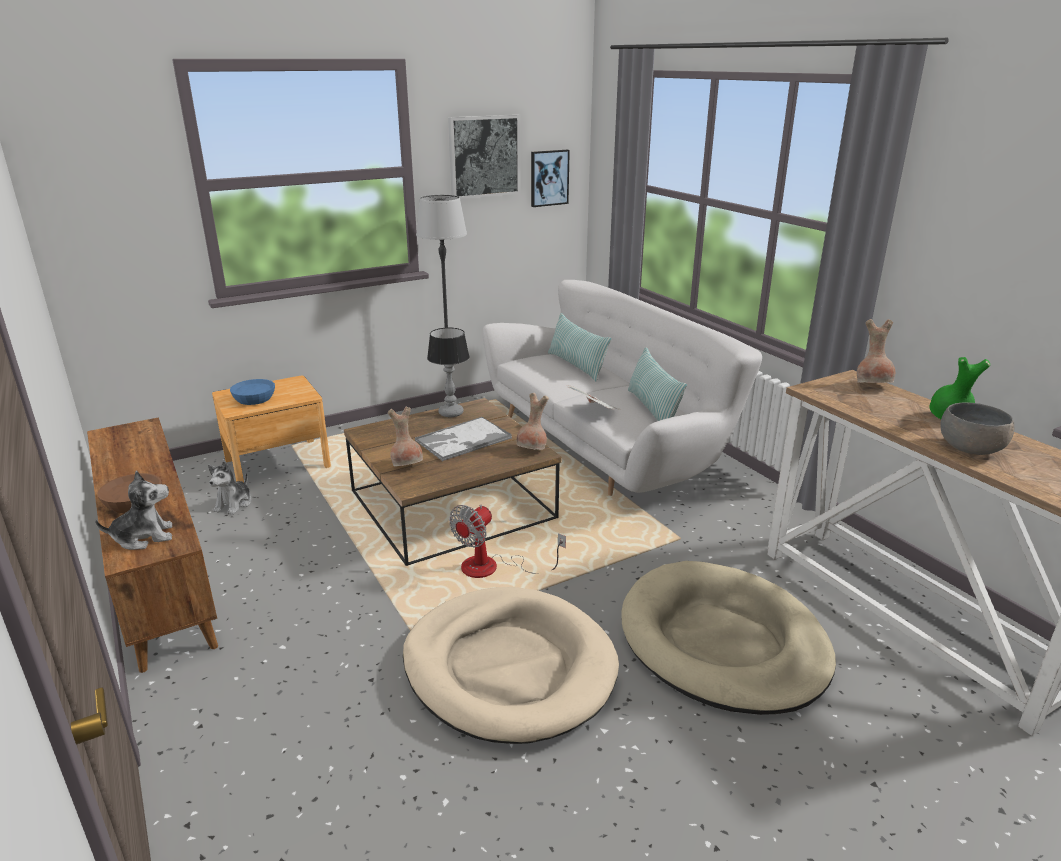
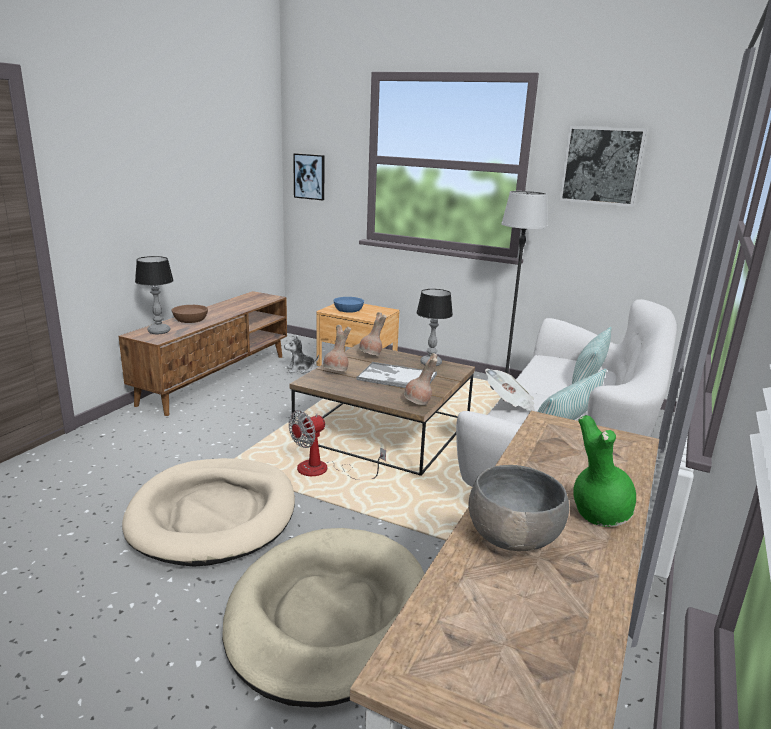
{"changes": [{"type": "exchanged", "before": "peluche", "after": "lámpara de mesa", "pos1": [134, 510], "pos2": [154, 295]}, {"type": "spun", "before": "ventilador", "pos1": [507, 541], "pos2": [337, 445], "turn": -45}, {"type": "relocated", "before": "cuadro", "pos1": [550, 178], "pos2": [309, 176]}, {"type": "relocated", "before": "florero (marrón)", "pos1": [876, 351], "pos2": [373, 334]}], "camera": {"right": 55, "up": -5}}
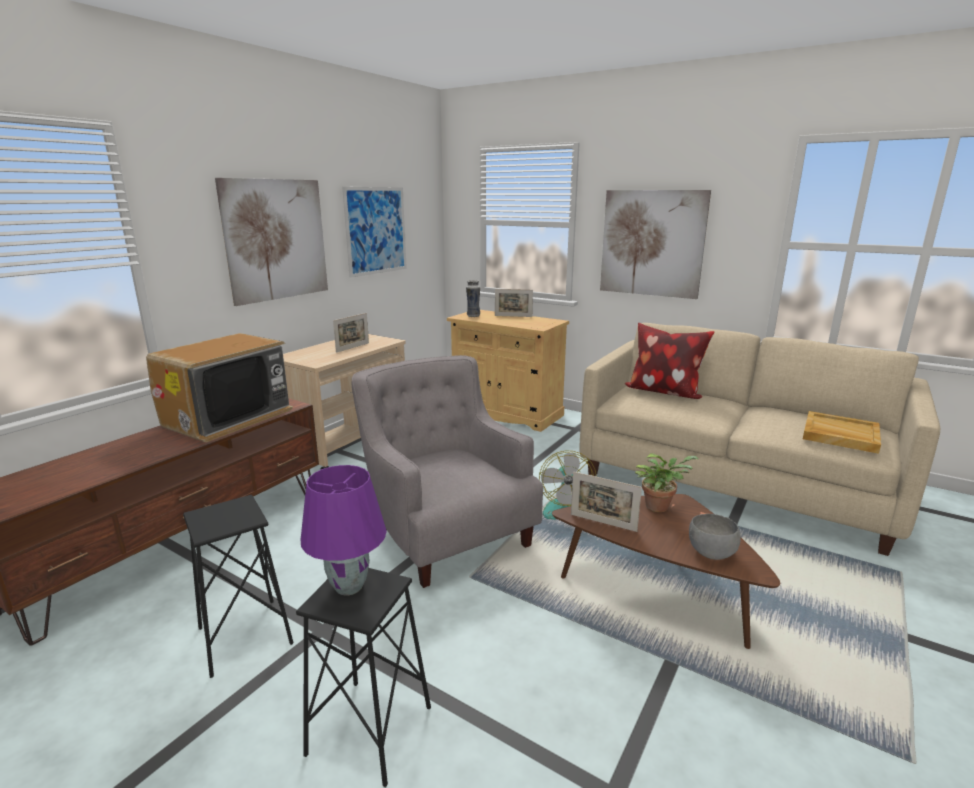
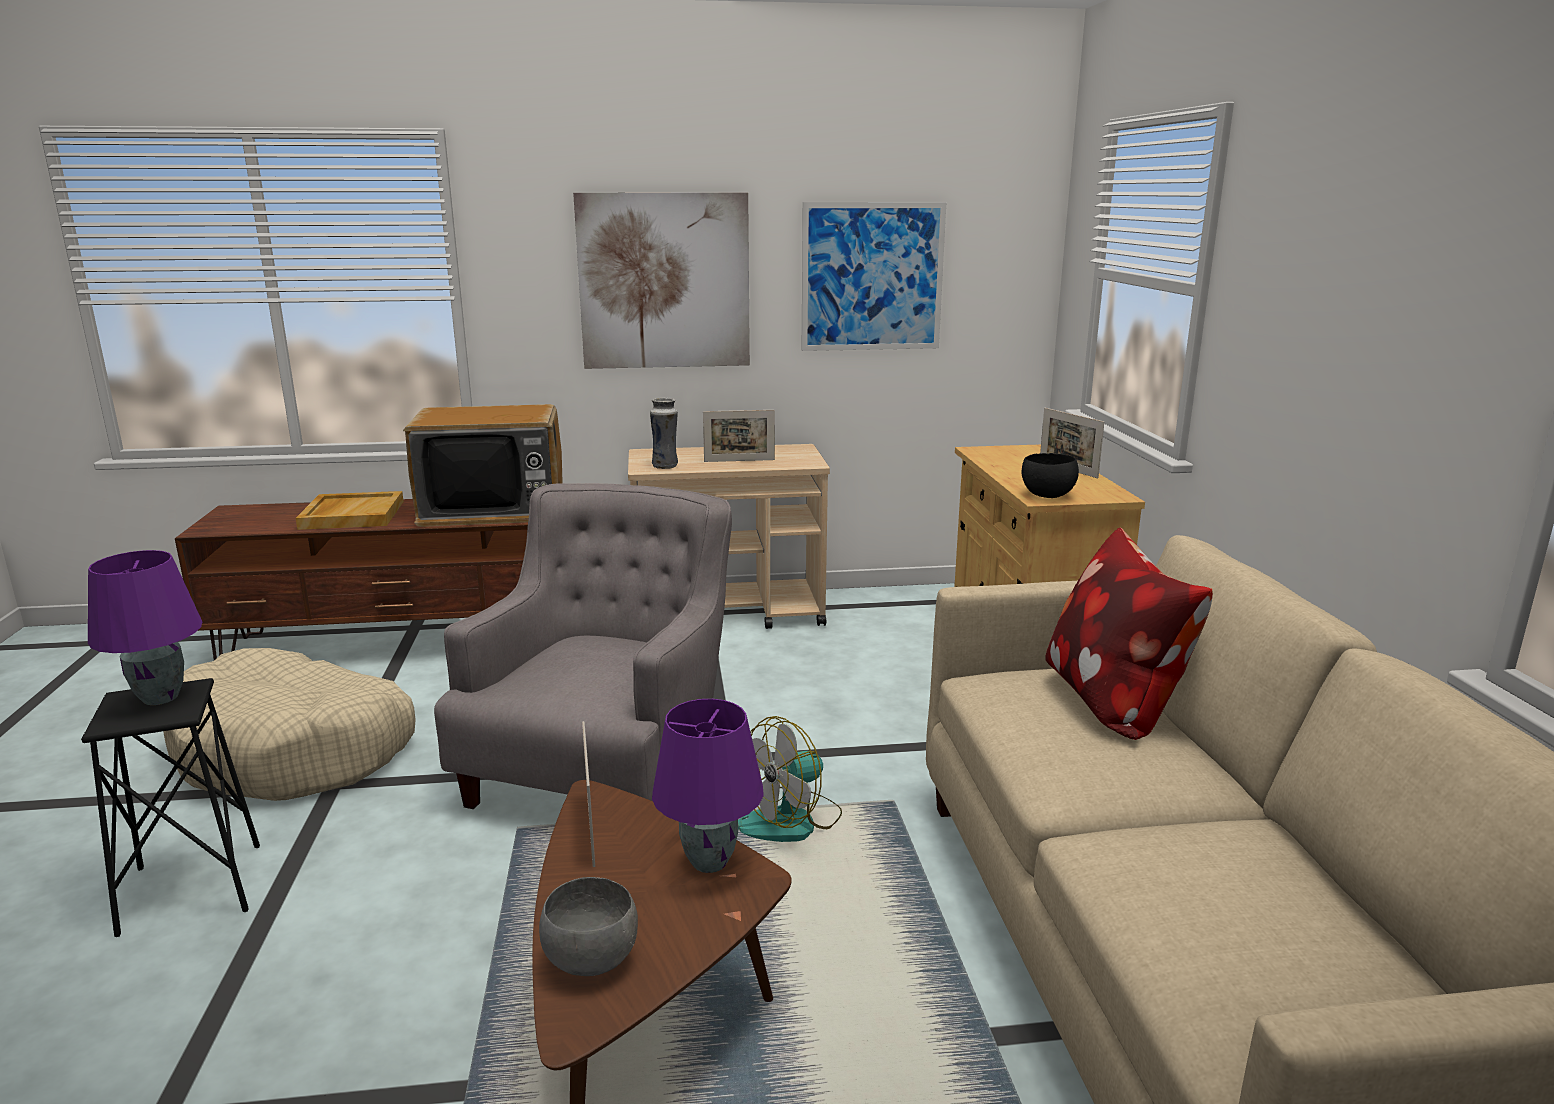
{"changes": [{"type": "exchanged", "before": "taburete (negro)", "after": "cama para perro (beis)", "pos1": [238, 586], "pos2": [289, 724]}, {"type": "relocated", "before": "bandeja (beis)", "pos1": [842, 432], "pos2": [350, 510]}, {"type": "relocated", "before": "florero", "pos1": [473, 298], "pos2": [664, 433]}, {"type": "exchanged", "before": "planta en maceta", "after": "lámpara de mesa (morado)", "pos1": [667, 482], "pos2": [708, 786]}, {"type": "appeared", "after": "cuenco (negro)", "pos2": [1050, 475]}, {"type": "missing", "before": "cuadro", "pos1": [655, 244]}], "camera": {"right": 50, "up": 0}}
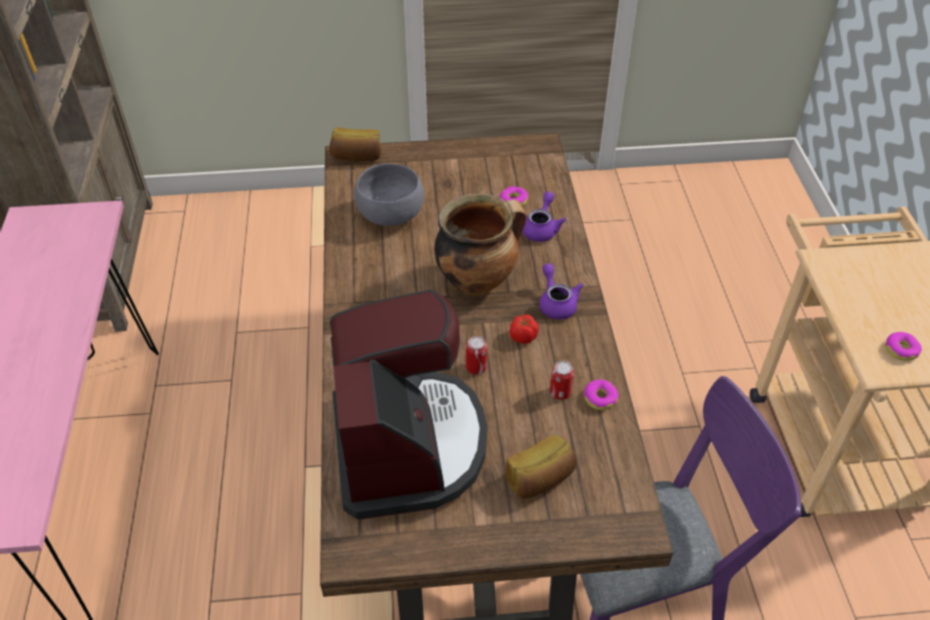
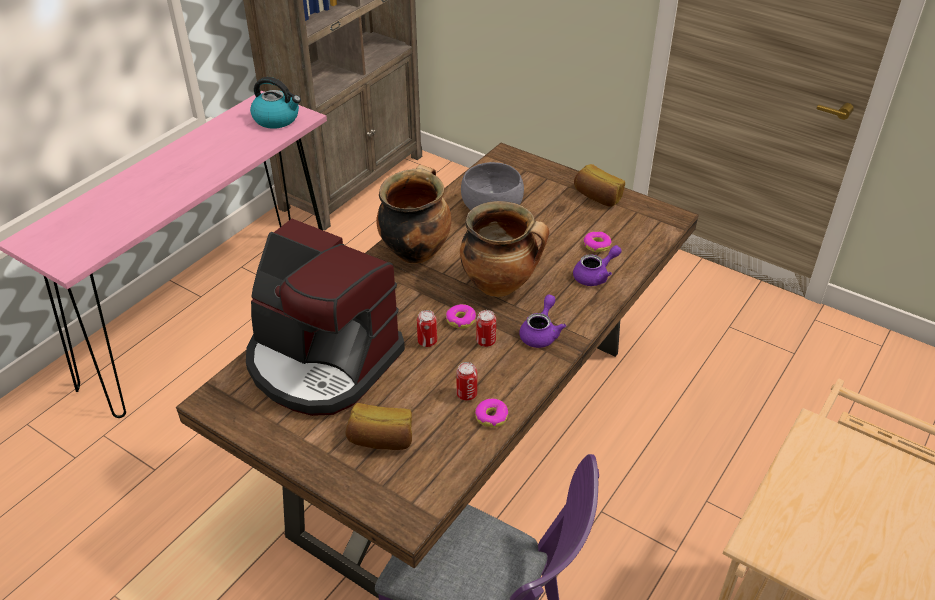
{"changes": [{"type": "spun", "before": "cafetera", "pos1": [408, 405], "pos2": [325, 317], "turn": 90}, {"type": "appeared", "after": "hervidor", "pos2": [275, 103]}, {"type": "appeared", "after": "olla", "pos2": [414, 214]}, {"type": "relocated", "before": "rosquilla", "pos1": [903, 346], "pos2": [461, 316]}, {"type": "exchanged", "before": "tomate", "after": "lata", "pos1": [524, 329], "pos2": [486, 328]}, {"type": "relocated", "before": "pan", "pos1": [355, 144], "pos2": [599, 185]}], "camera": {"right": 40, "up": -5}}
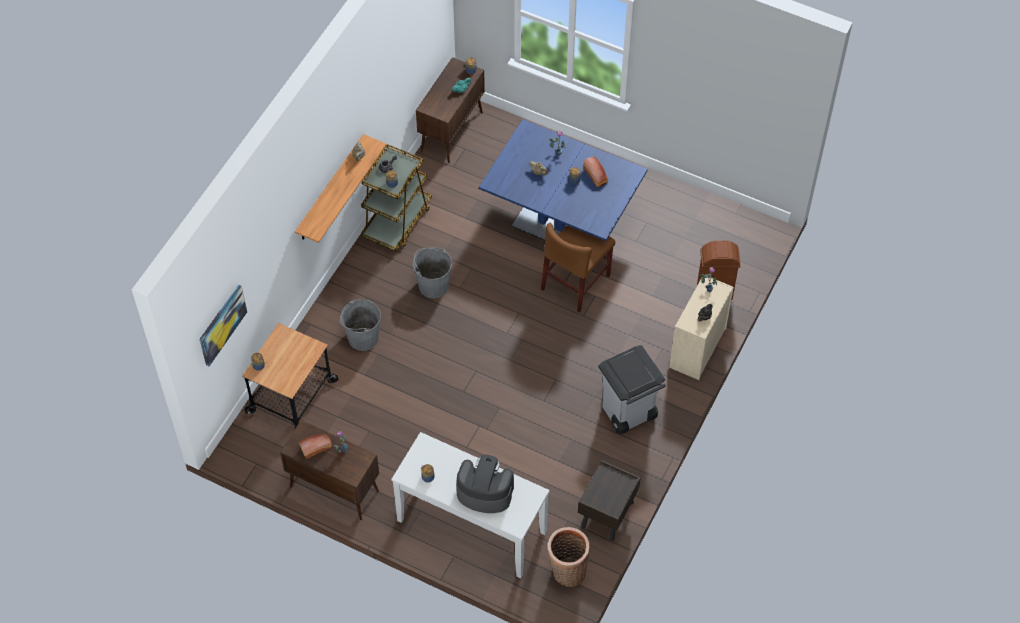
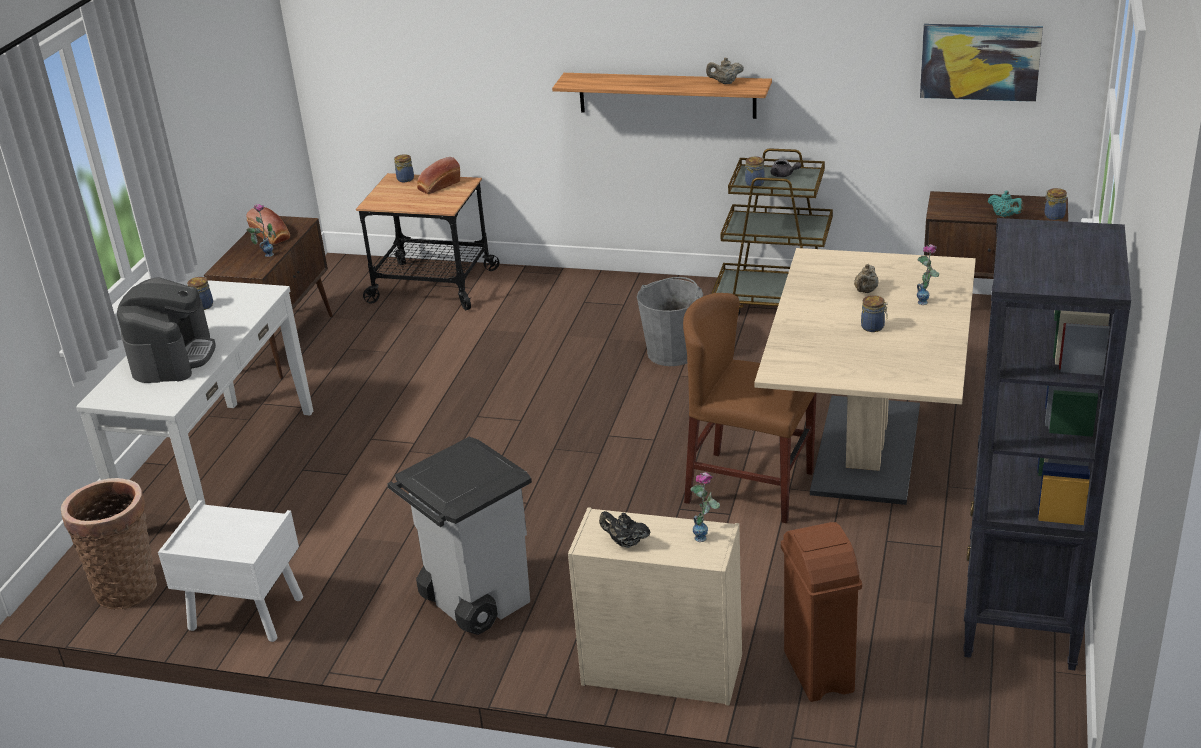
{"changes": [{"type": "colour", "before": "mesita de noche (marrón)", "after": "mesita de noche (blanco)", "pos1": [609, 500], "pos2": [230, 571]}, {"type": "relocated", "before": "pan", "pos1": [595, 172], "pos2": [438, 175]}, {"type": "colour", "before": "mesa de comedor (azul)", "after": "mesa de comedor (beis)", "pos1": [563, 180], "pos2": [865, 376]}, {"type": "relocated", "before": "cuadro", "pos1": [223, 325], "pos2": [981, 63]}, {"type": "appeared", "after": "estantería (negro)", "pos2": [1047, 444]}, {"type": "missing", "before": "cubo (gris)", "pos1": [360, 325]}], "camera": {"right": 80, "up": -25}}
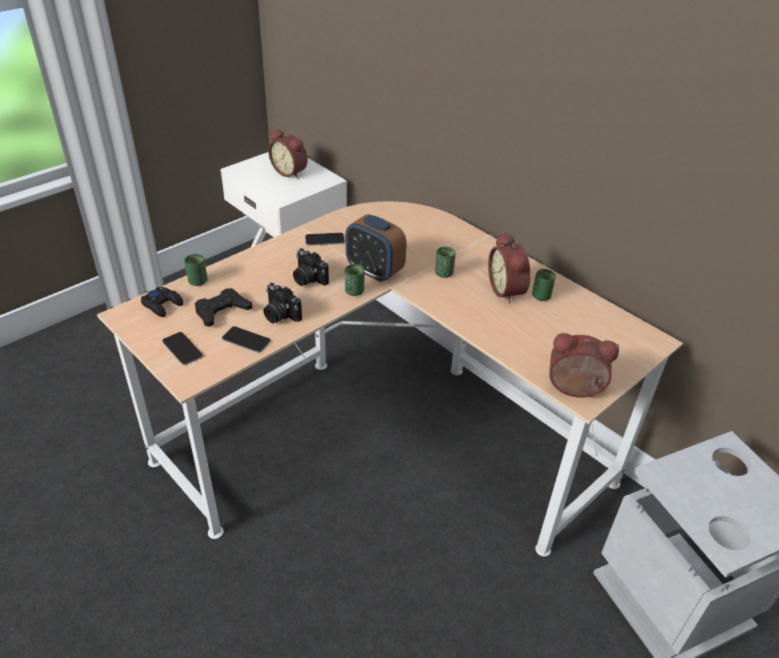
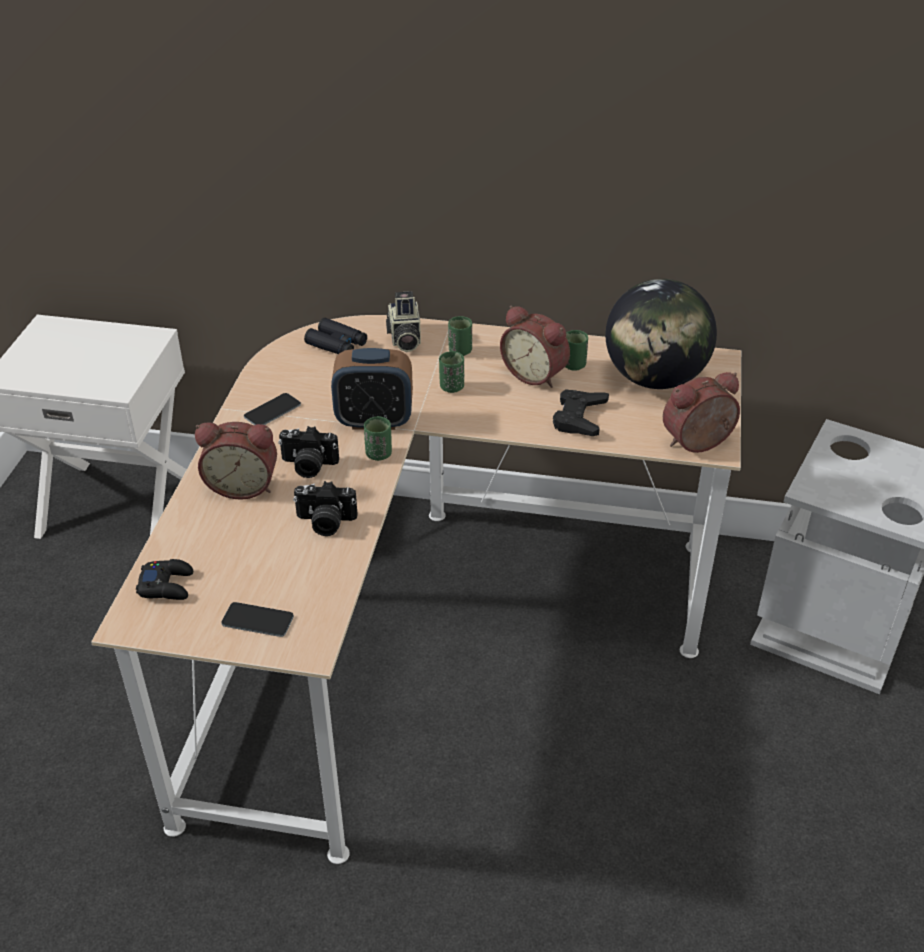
{"changes": [{"type": "relocated", "before": "despertador", "pos1": [288, 154], "pos2": [236, 461]}, {"type": "appeared", "after": "prismáticos (negro)", "pos2": [335, 336]}, {"type": "appeared", "after": "cámara", "pos2": [403, 321]}, {"type": "relocated", "before": "taza (verde)", "pos1": [196, 270], "pos2": [460, 336]}, {"type": "relocated", "before": "mando de consola (negro)", "pos1": [223, 307], "pos2": [581, 412]}, {"type": "appeared", "after": "globo terráqueo", "pos2": [661, 334]}, {"type": "missing", "before": "móvil", "pos1": [246, 339]}], "camera": {"right": -35, "up": 0}}
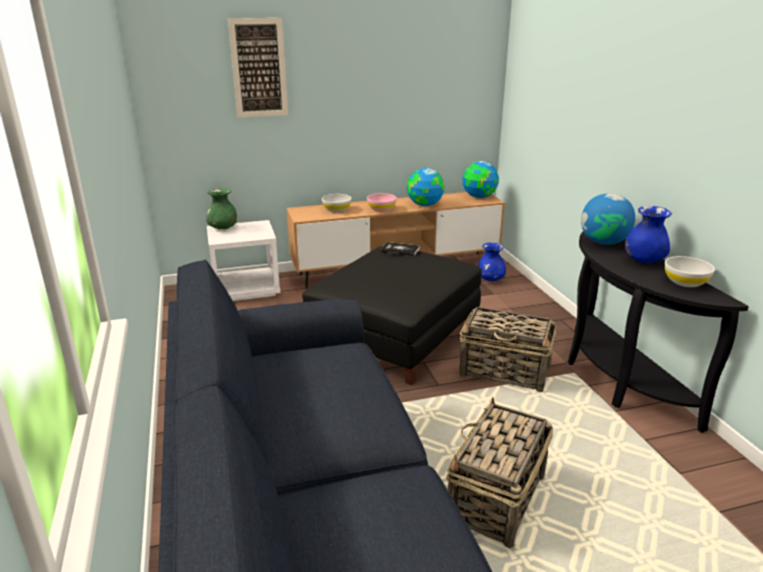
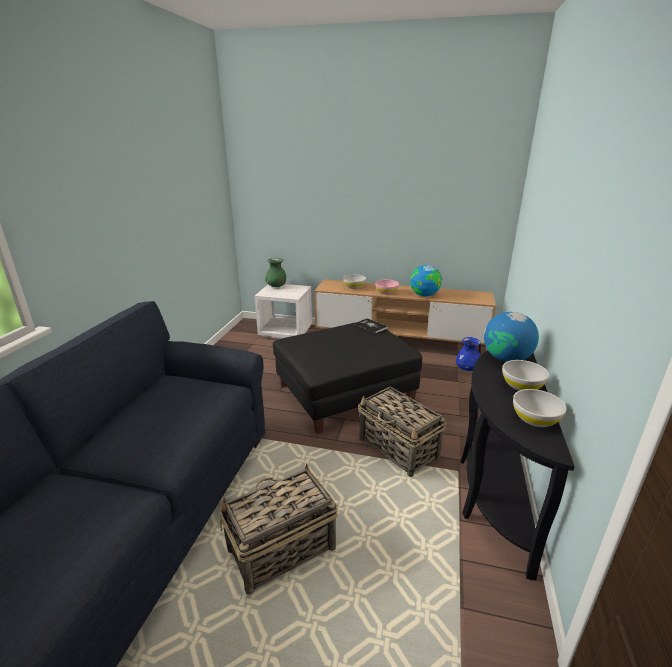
{"changes": [{"type": "exchanged", "before": "florero (azul)", "after": "cuenco (blanco)", "pos1": [648, 234], "pos2": [525, 375]}, {"type": "missing", "before": "cuadro", "pos1": [258, 67]}, {"type": "missing", "before": "globo terráqueo", "pos1": [480, 179]}], "camera": {"right": 30, "up": 0}}
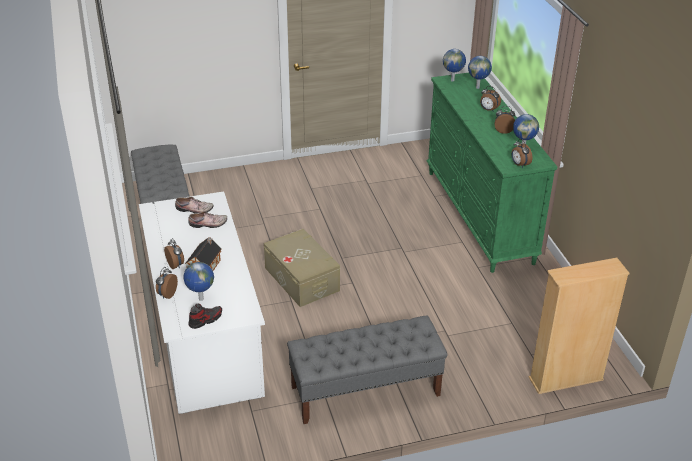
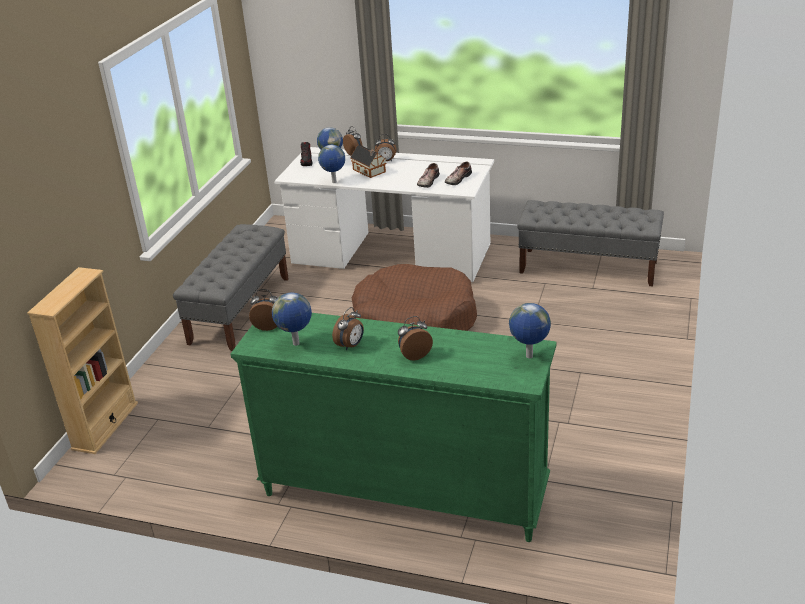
{"changes": [{"type": "relocated", "before": "globo terráqueo", "pos1": [480, 72], "pos2": [331, 164]}, {"type": "exchanged", "before": "caja de almacenaje (beis)", "after": "cama para perro (marrón)", "pos1": [302, 268], "pos2": [414, 297]}], "camera": {"right": 125, "up": -5}}
